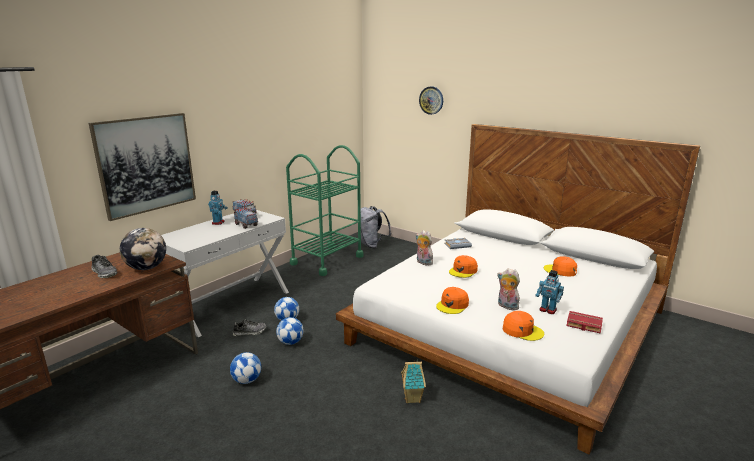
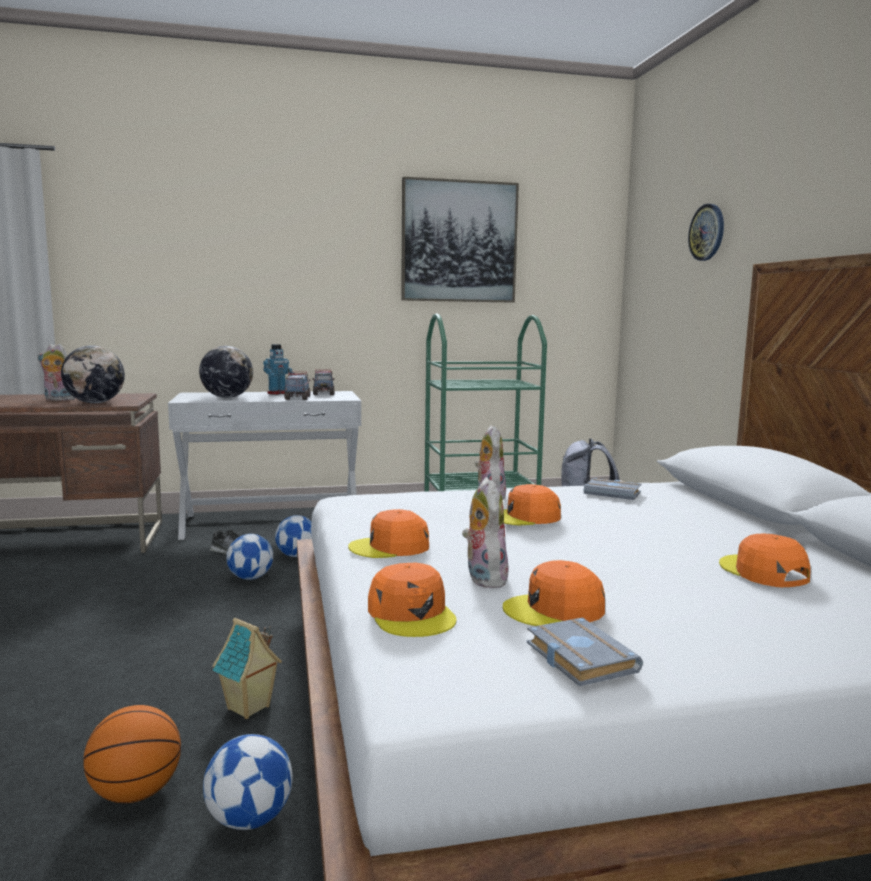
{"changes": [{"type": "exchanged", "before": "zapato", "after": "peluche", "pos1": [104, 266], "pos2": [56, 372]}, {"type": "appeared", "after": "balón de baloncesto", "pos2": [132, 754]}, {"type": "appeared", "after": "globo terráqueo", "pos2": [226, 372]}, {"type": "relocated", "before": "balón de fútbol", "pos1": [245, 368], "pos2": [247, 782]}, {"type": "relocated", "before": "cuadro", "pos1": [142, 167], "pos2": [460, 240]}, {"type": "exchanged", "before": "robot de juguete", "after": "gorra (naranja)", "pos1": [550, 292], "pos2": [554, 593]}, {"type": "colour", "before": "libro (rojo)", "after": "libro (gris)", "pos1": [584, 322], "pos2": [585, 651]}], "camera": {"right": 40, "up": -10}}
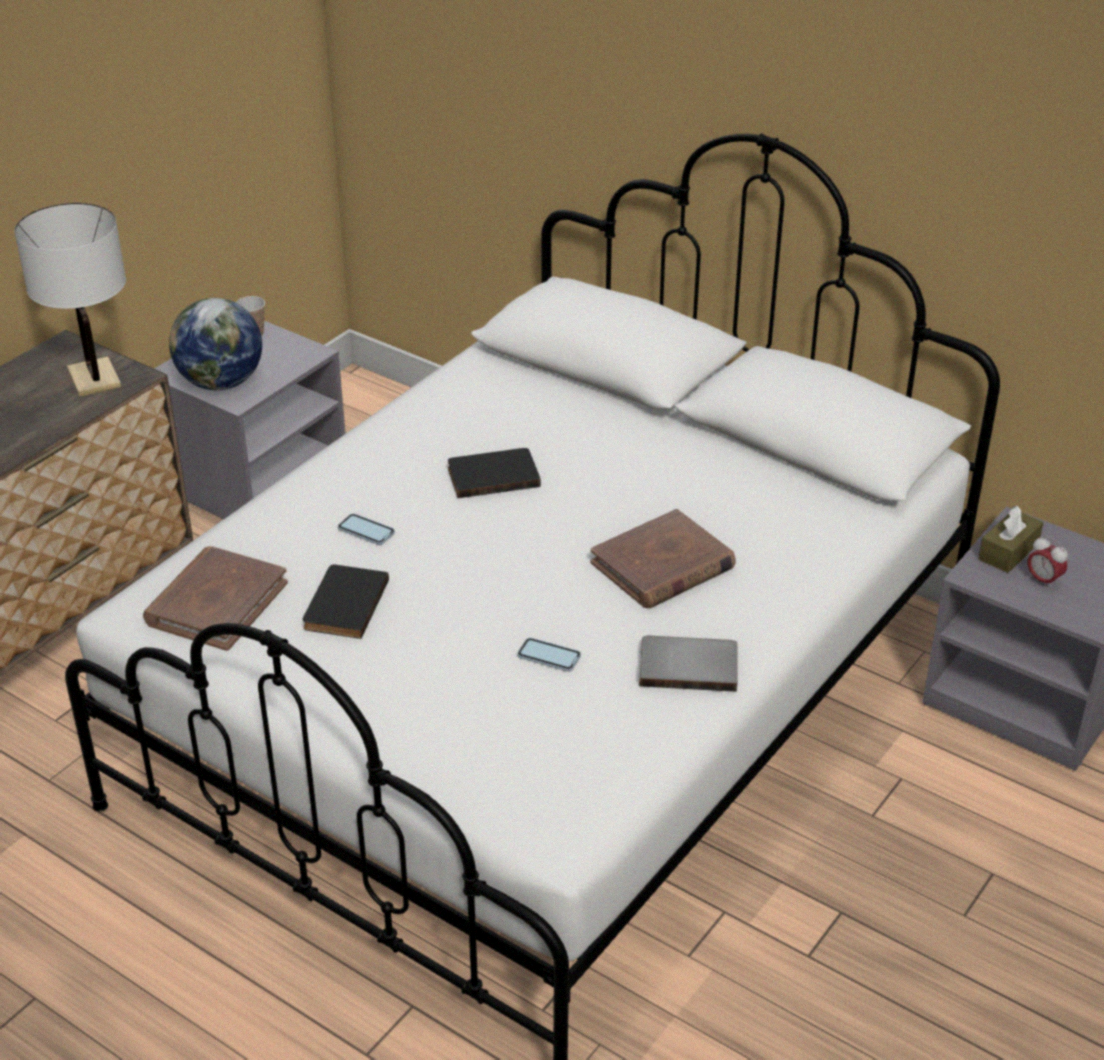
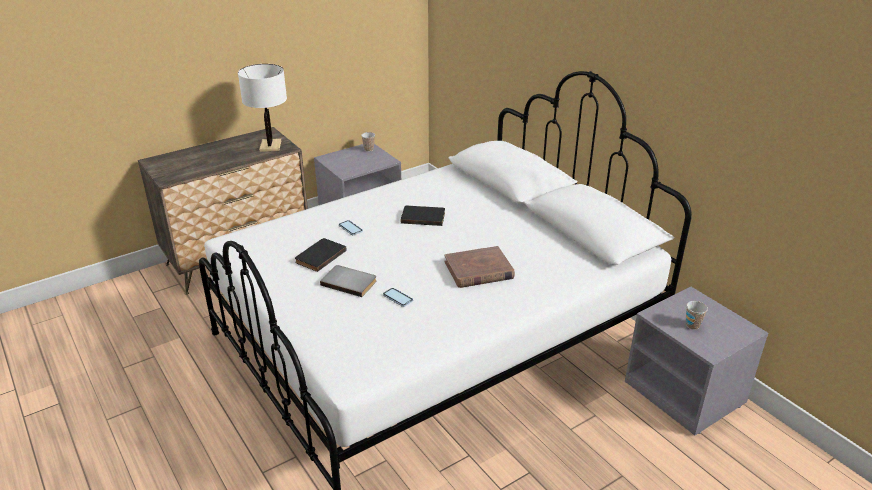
{"changes": [{"type": "relocated", "before": "libro (gris)", "pos1": [688, 664], "pos2": [348, 281]}, {"type": "exchanged", "before": "despertador", "after": "taza", "pos1": [1048, 563], "pos2": [697, 315]}, {"type": "missing", "before": "libro (marrón)", "pos1": [215, 598]}, {"type": "missing", "before": "globo terráqueo", "pos1": [215, 344]}, {"type": "missing", "before": "caja de pañuelos (marrón)", "pos1": [1010, 539]}], "camera": {"right": 20, "up": -5}}
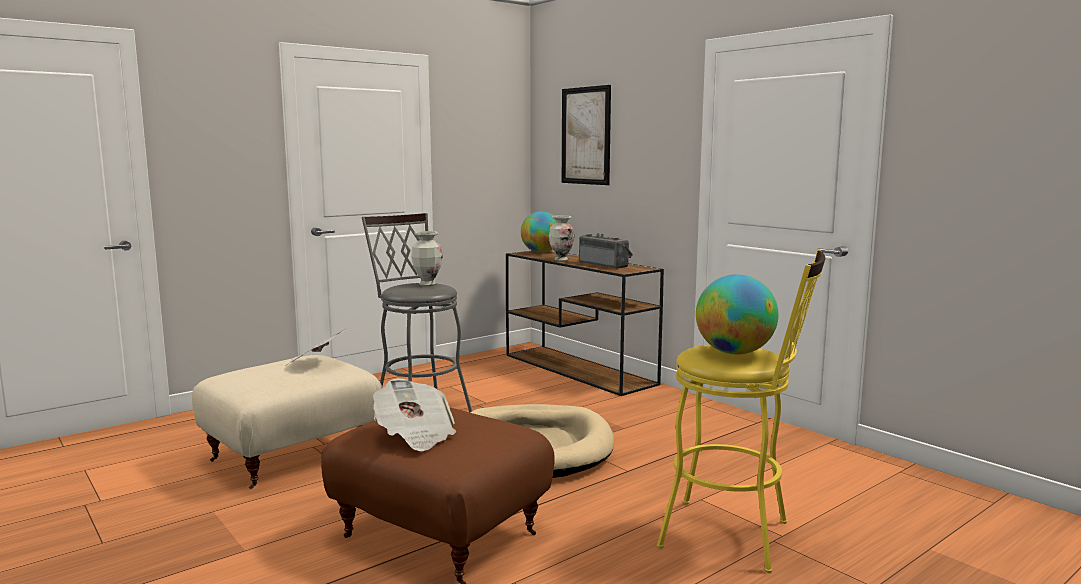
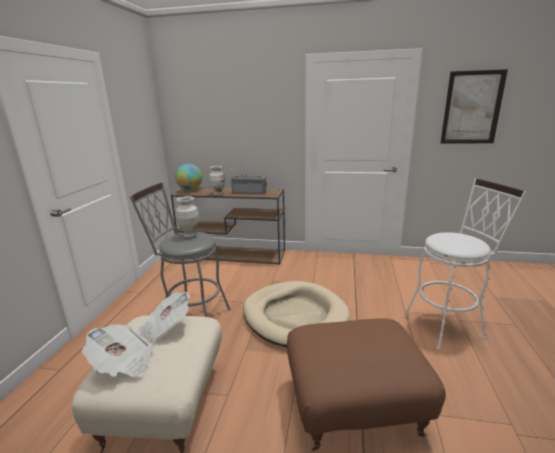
{"changes": [{"type": "relocated", "before": "periódico", "pos1": [414, 414], "pos2": [117, 351]}, {"type": "colour", "before": "taburete (amarillo)", "after": "taburete (blanco)", "pos1": [741, 411], "pos2": [465, 264]}, {"type": "relocated", "before": "cuadro", "pos1": [586, 135], "pos2": [474, 106]}, {"type": "missing", "before": "globo terráqueo", "pos1": [737, 314]}], "camera": {"right": -40, "up": 10}}
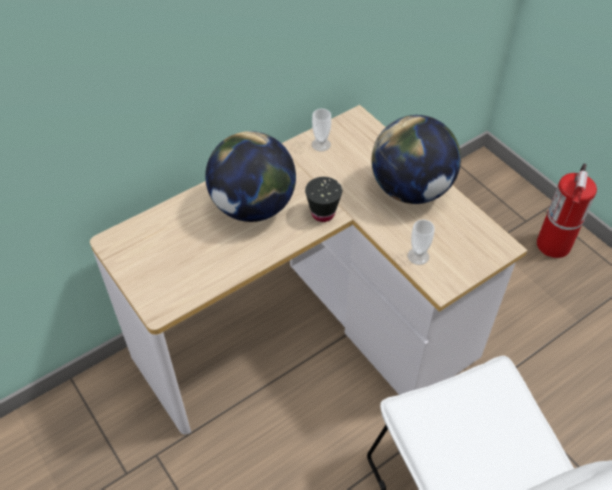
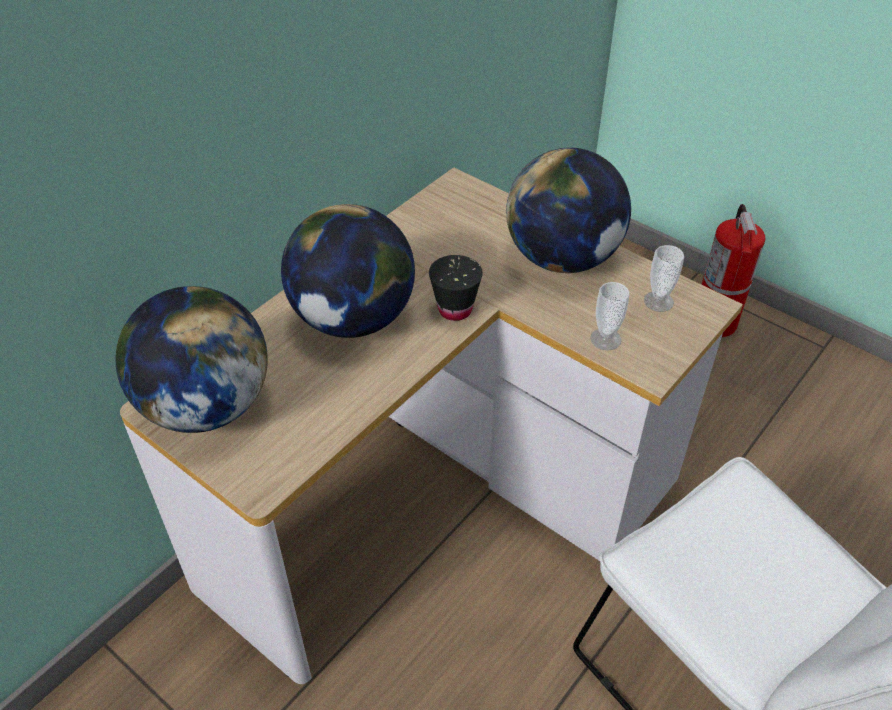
{"changes": [{"type": "appeared", "after": "globo terráqueo", "pos2": [191, 359]}, {"type": "relocated", "before": "taza", "pos1": [321, 130], "pos2": [664, 278]}], "camera": {"right": -15, "up": -5}}
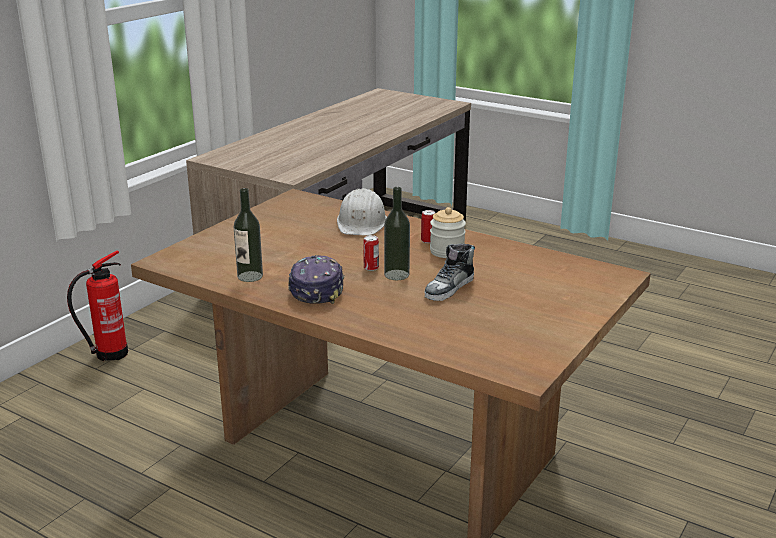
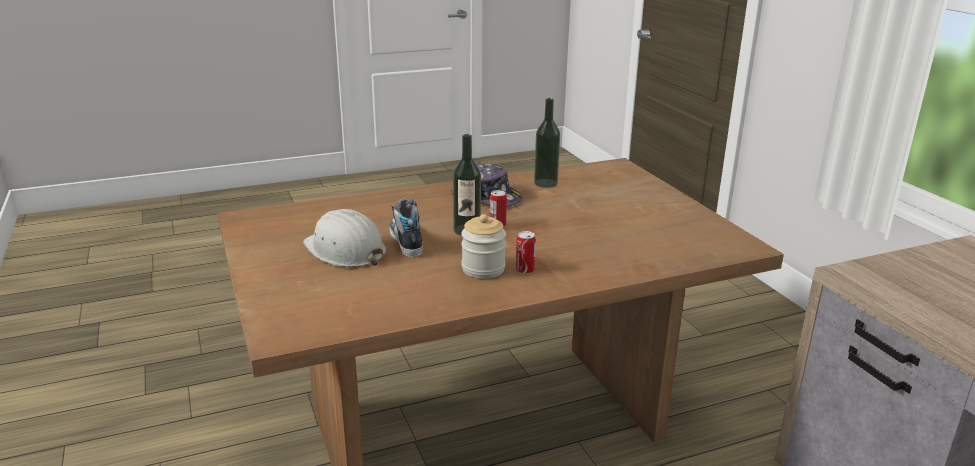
{"changes": [{"type": "relocated", "before": "casco (blanco)", "pos1": [362, 212], "pos2": [344, 238]}, {"type": "missing", "before": "extintor", "pos1": [97, 306]}], "camera": {"right": 125, "up": 0}}
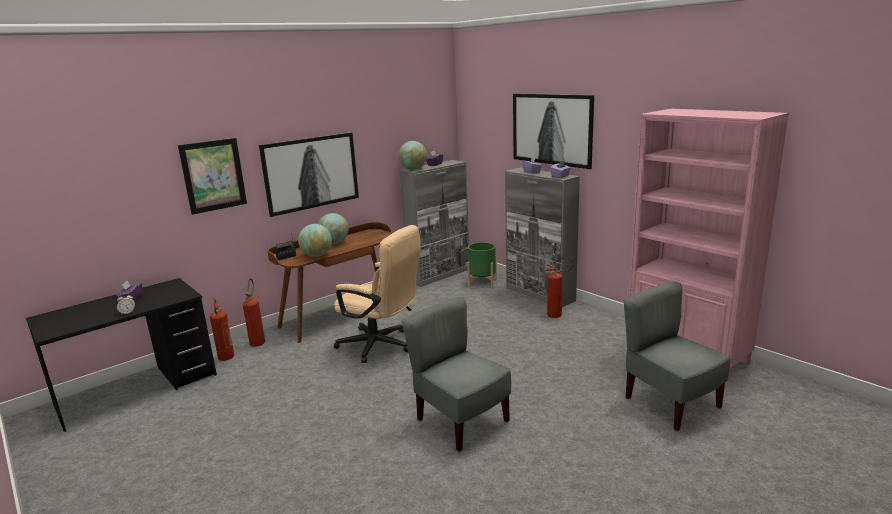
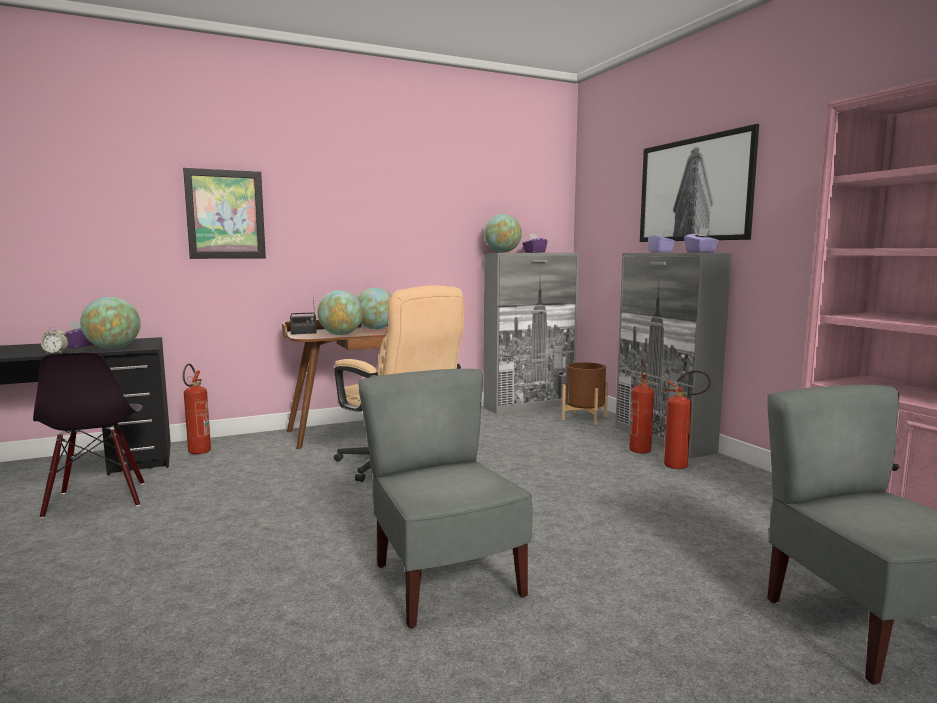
{"changes": [{"type": "appeared", "after": "silla (negro)", "pos2": [89, 435]}, {"type": "appeared", "after": "globo terráqueo", "pos2": [110, 323]}, {"type": "colour", "before": "maceta (verde)", "after": "maceta (marrón)", "pos1": [482, 264], "pos2": [585, 393]}, {"type": "relocated", "before": "extintor", "pos1": [254, 312], "pos2": [641, 405]}, {"type": "missing", "before": "cuadro", "pos1": [309, 175]}], "camera": {"right": 15, "up": -10}}
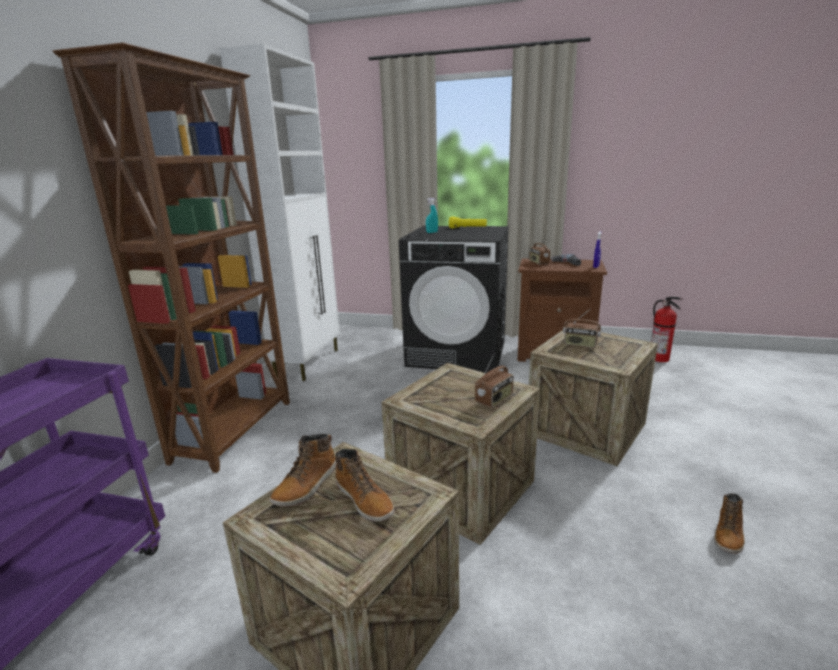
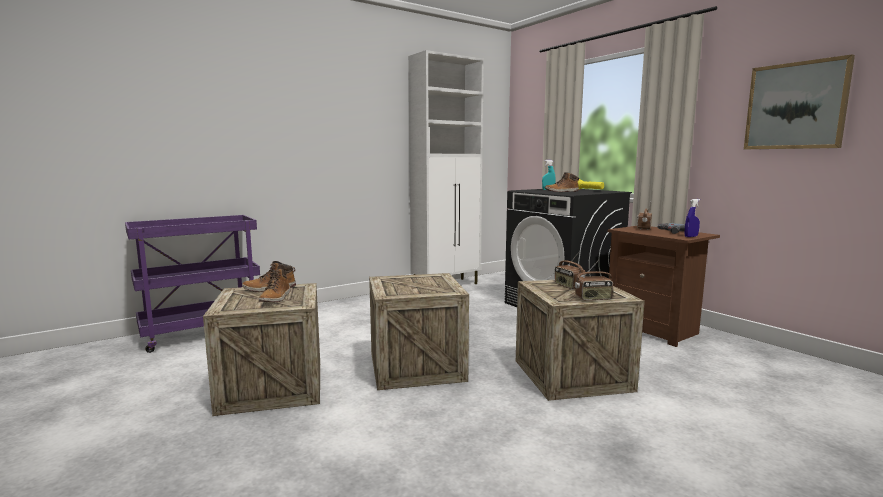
{"changes": [{"type": "relocated", "before": "bota", "pos1": [729, 523], "pos2": [562, 182]}, {"type": "relocated", "before": "radio", "pos1": [494, 381], "pos2": [594, 280]}, {"type": "appeared", "after": "cuadro", "pos2": [799, 101]}, {"type": "missing", "before": "estantería (marrón)", "pos1": [171, 257]}, {"type": "missing", "before": "extintor", "pos1": [667, 329]}], "camera": {"right": 40, "up": -10}}
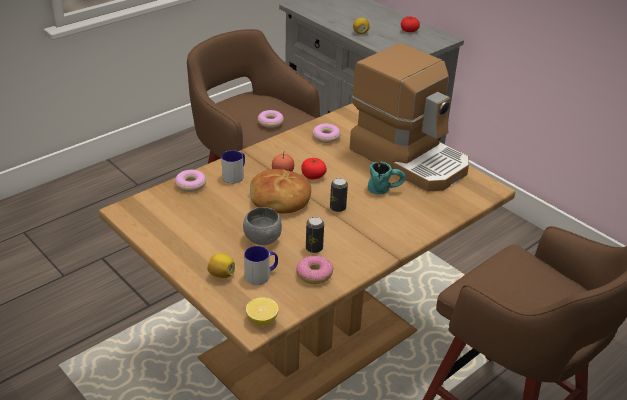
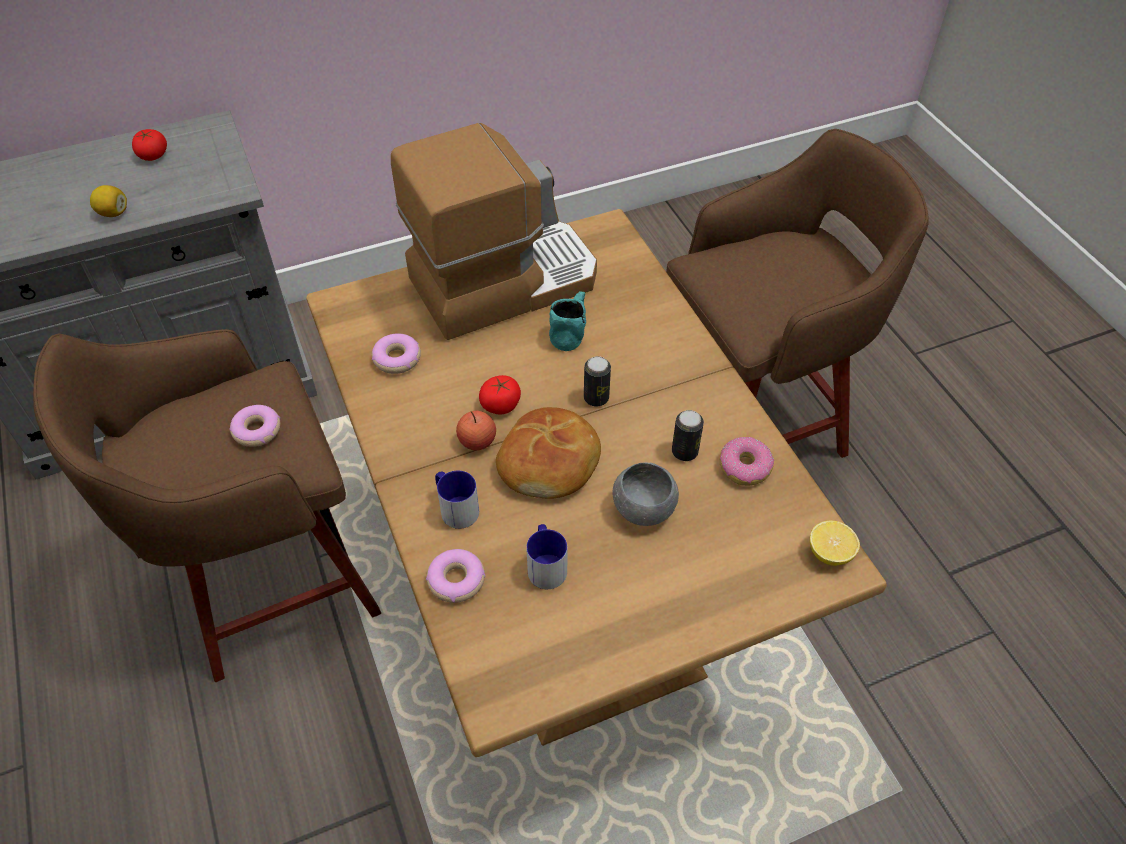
{"changes": [{"type": "relocated", "before": "taza grande", "pos1": [261, 265], "pos2": [546, 556]}, {"type": "missing", "before": "limón", "pos1": [221, 265]}], "camera": {"right": -70, "up": 15}}
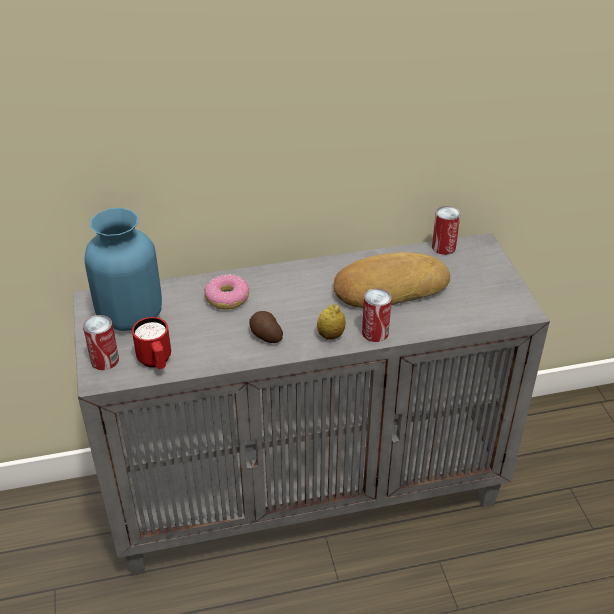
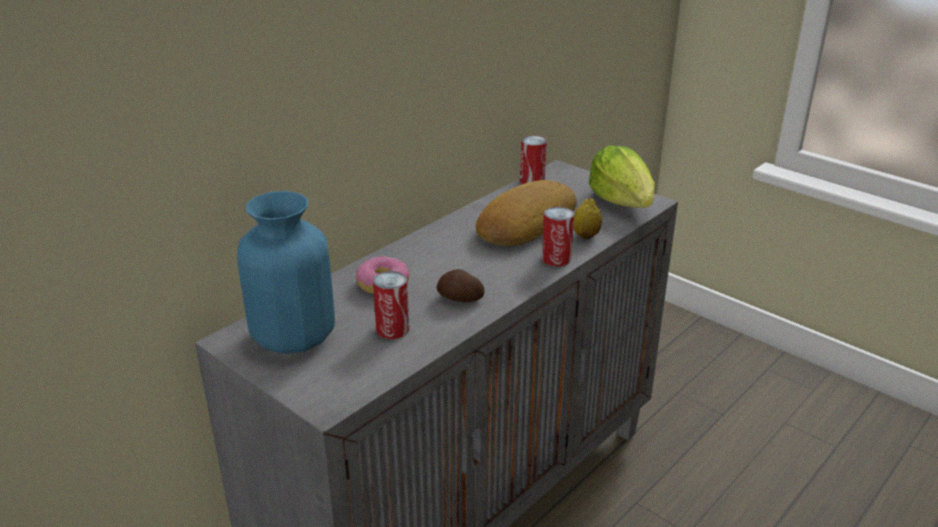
{"changes": [{"type": "relocated", "before": "lata", "pos1": [101, 342], "pos2": [391, 305]}, {"type": "relocated", "before": "limón", "pos1": [331, 322], "pos2": [587, 218]}, {"type": "appeared", "after": "lechuga", "pos2": [622, 177]}, {"type": "missing", "before": "taza grande (rojo)", "pos1": [151, 343]}], "camera": {"right": -35, "up": -10}}
